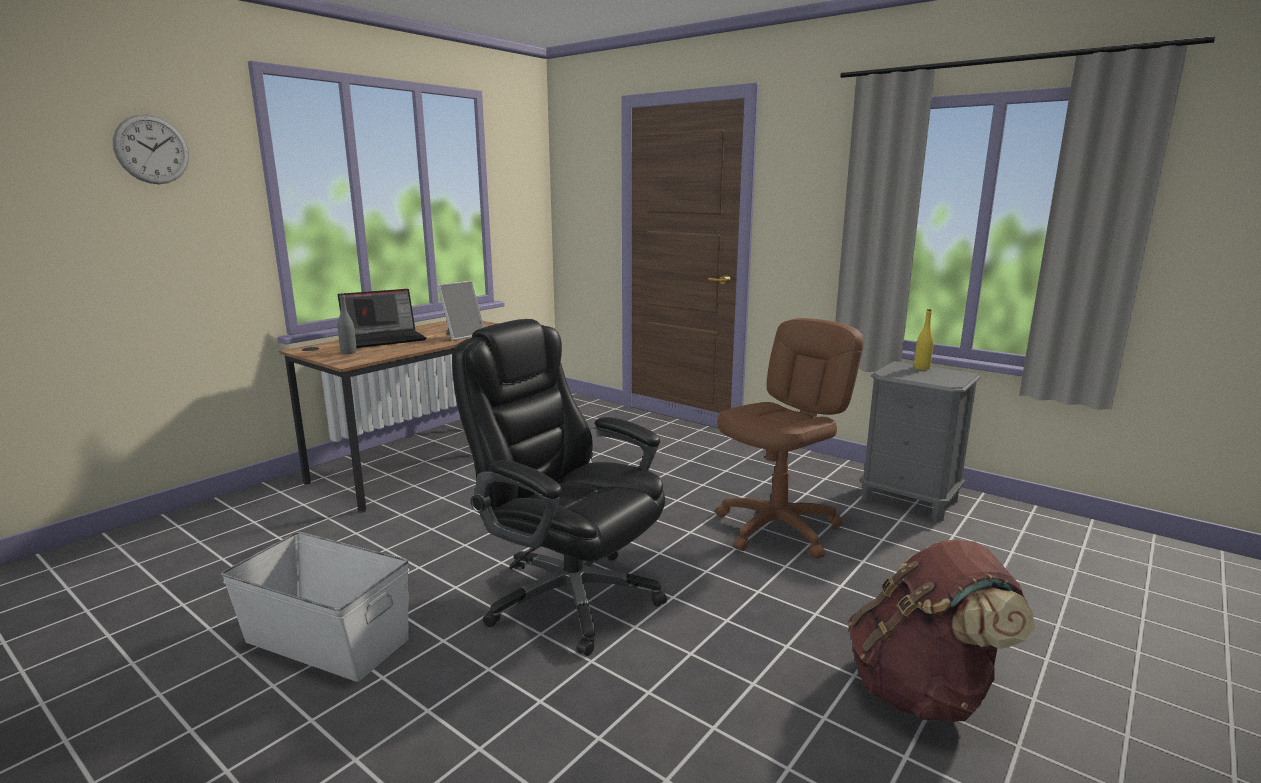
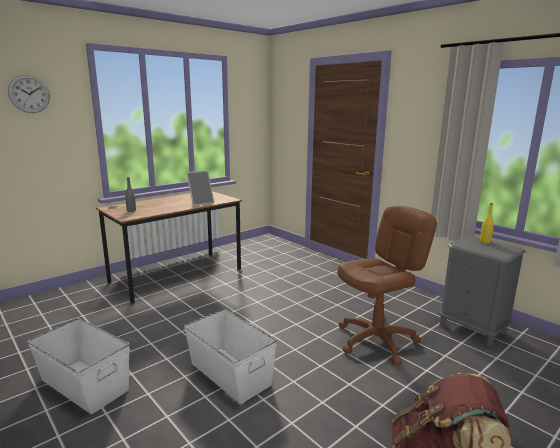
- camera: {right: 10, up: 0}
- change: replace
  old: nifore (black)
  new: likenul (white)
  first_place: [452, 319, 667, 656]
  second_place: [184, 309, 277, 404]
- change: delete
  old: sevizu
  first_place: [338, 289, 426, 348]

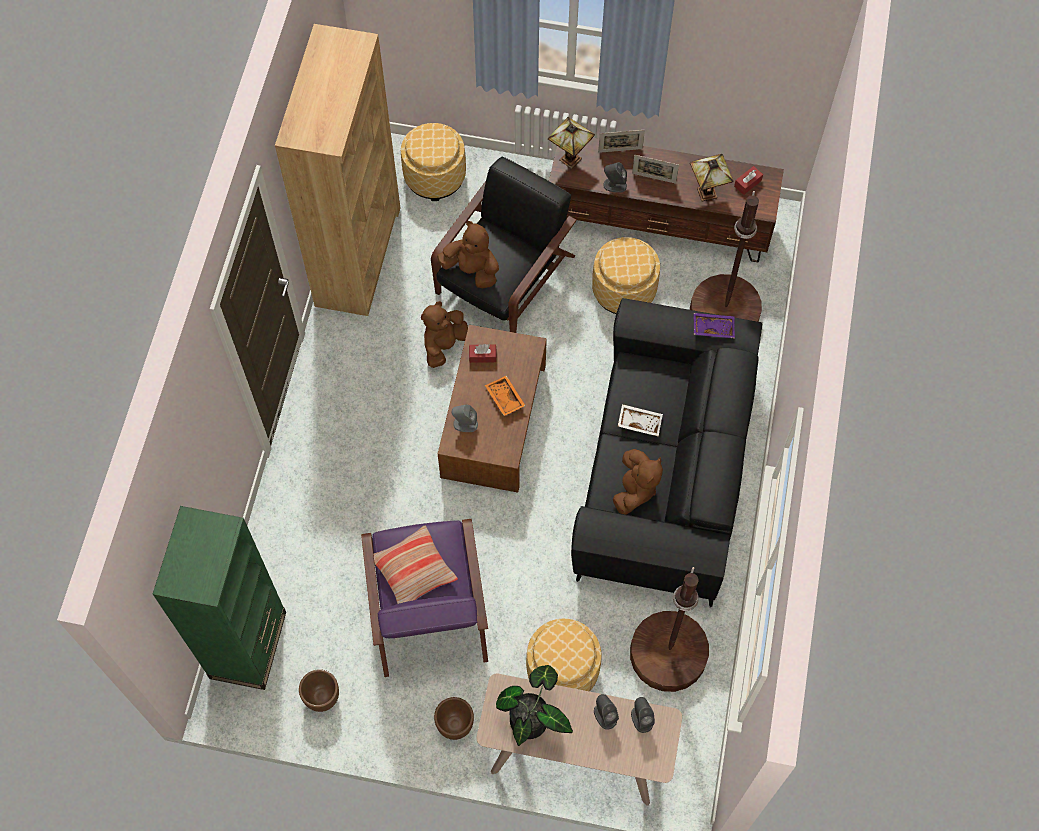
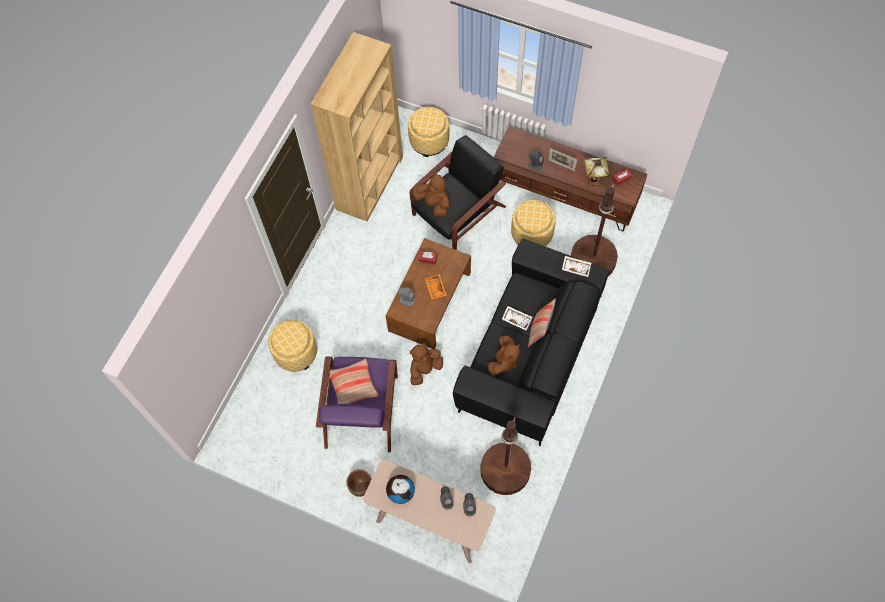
- camera: {right: 15, up: 0}
- change: move
  old: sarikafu
  first_place: [526, 619, 601, 692]
  second_place: [268, 319, 317, 372]
- change: replace
  old: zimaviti
  new: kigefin
  first_place: [496, 665, 573, 746]
  second_place: [386, 475, 415, 504]
- change: move
  old: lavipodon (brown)
  first_place: [421, 301, 468, 368]
  second_place: [410, 343, 443, 385]
- change: insert
  new: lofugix
  second_place: [528, 298, 556, 347]
- change: recolor
  old: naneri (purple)
  new: naneri (white)
  first_place: [694, 313, 735, 339]
  second_place: [562, 256, 591, 277]
- change: delete
  old: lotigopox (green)
  first_place: [152, 506, 286, 690]
- change: delete
  old: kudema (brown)
  first_place: [299, 669, 339, 712]
- change: delete
  old: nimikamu
  first_place: [548, 117, 595, 169]
- change: delete
  old: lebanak
  first_place: [598, 130, 645, 153]

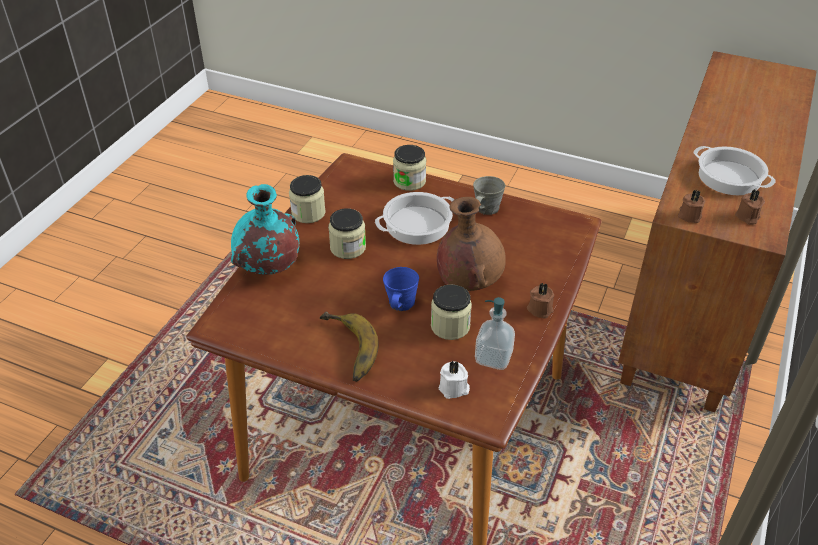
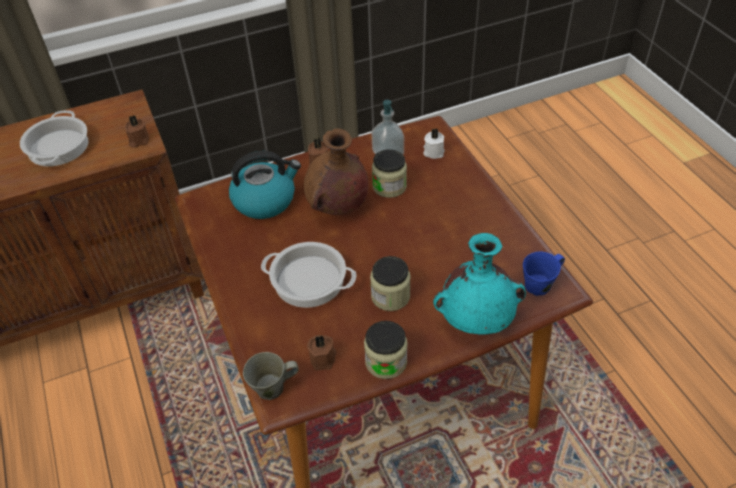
- camera: {right: -135, up: 5}
- change: insert
  new: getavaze
  second_place: [229, 151, 301, 219]
- change: move
  old: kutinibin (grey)
  first_place: [473, 176, 505, 215]
  second_place: [243, 352, 299, 400]
- change: move
  old: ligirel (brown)
  first_place: [735, 189, 765, 225]
  second_place: [307, 335, 337, 371]
- change: move
  old: kutinibin (blue)
  first_place: [383, 267, 419, 311]
  second_place: [523, 252, 565, 296]
- change: delete
  old: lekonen
  first_place: [320, 312, 379, 382]
- change: delete
  old: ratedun
  first_place: [393, 145, 426, 191]

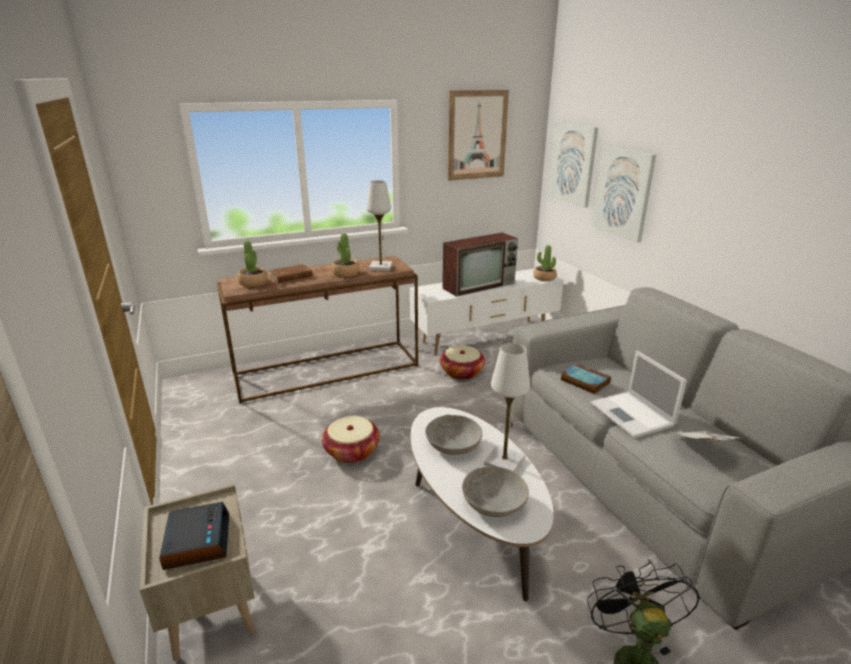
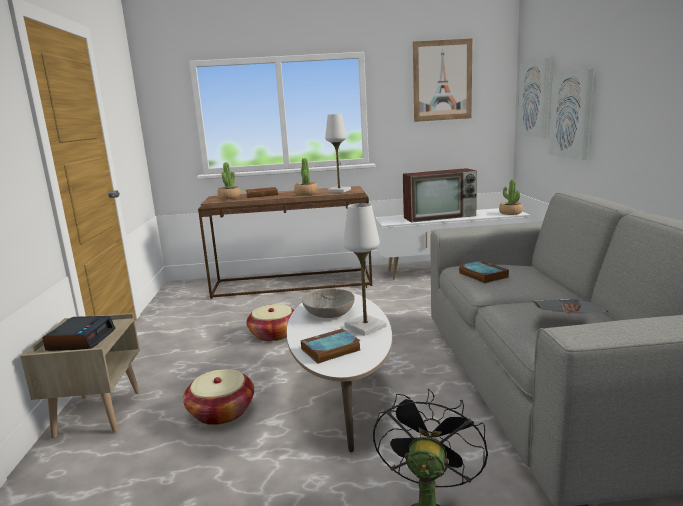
- camera: {right: 20, up: -10}
- change: move
  old: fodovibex
  first_place: [440, 345, 485, 380]
  second_place: [183, 369, 254, 425]
- change: replace
  old: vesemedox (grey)
  new: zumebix
  first_place: [462, 466, 529, 517]
  second_place: [301, 328, 361, 364]
- change: delete
  old: sevizu
  first_place: [590, 350, 687, 438]

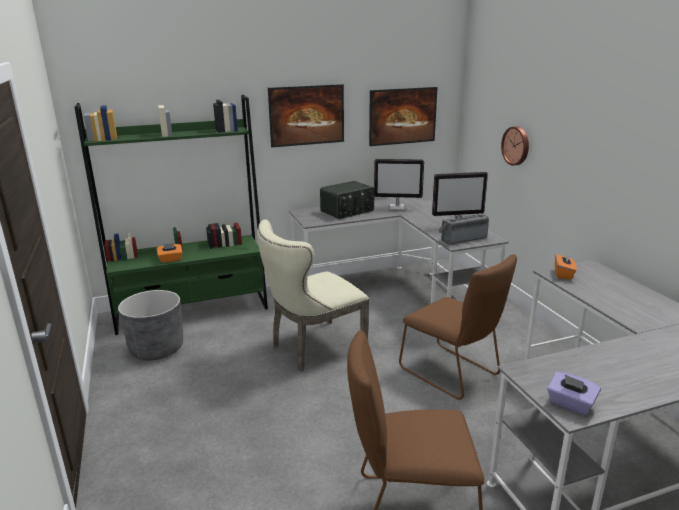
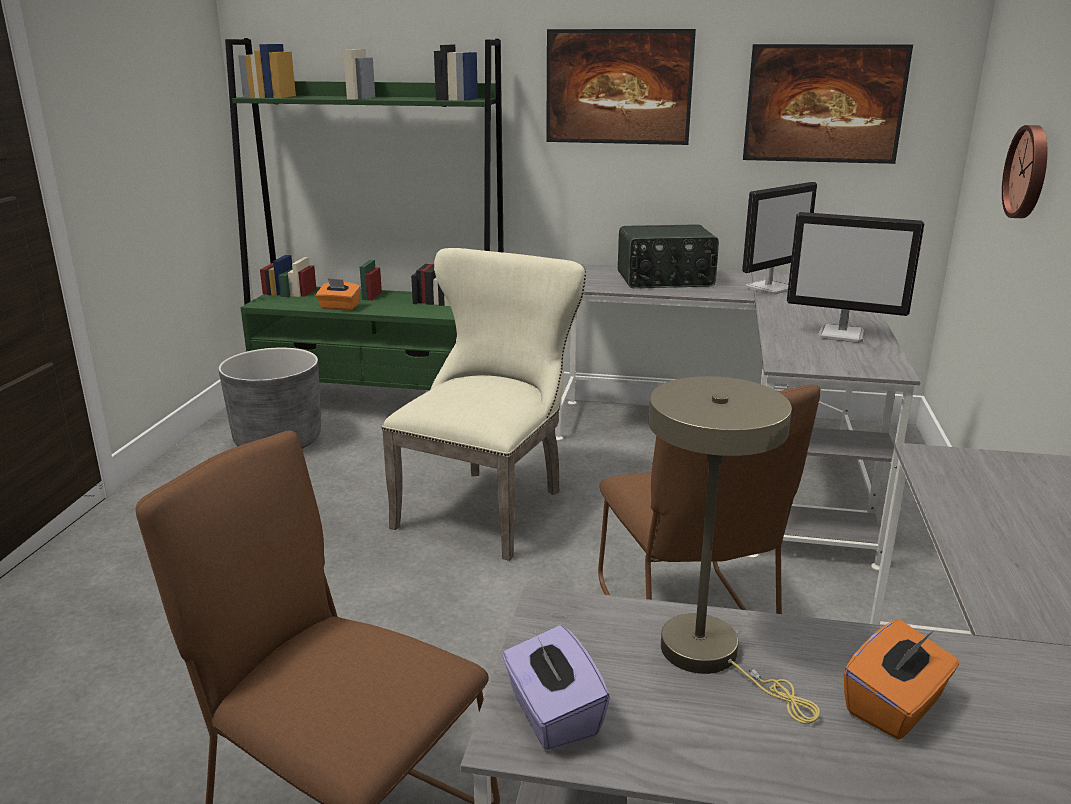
- camera: {right: 30, up: 0}
- change: rotate
  old: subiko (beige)
  first_place: [257, 219, 369, 371]
  second_place: [382, 248, 586, 561]
  degrees: 120
- change: insert
  new: nimikamu (beige)
  second_place: [649, 376, 820, 724]
- change: rotate
  old: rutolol
  first_place: [374, 159, 424, 210]
  second_place: [742, 182, 817, 294]
  degrees: -75
- change: move
  old: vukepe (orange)
  first_place: [555, 253, 577, 279]
  second_place: [843, 620, 959, 740]
- change: delete
  old: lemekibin
  first_place: [439, 213, 489, 245]

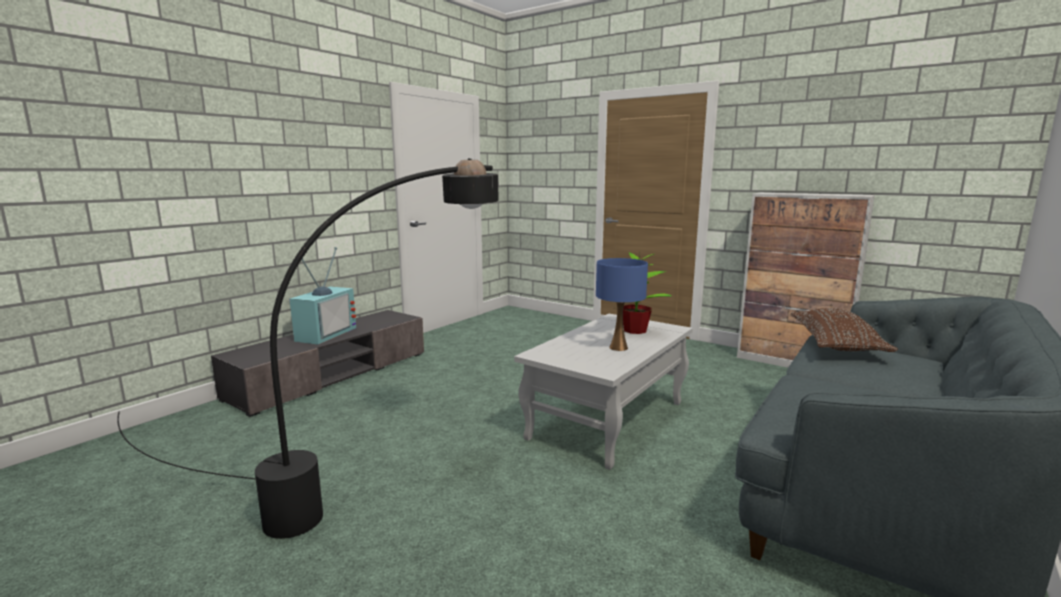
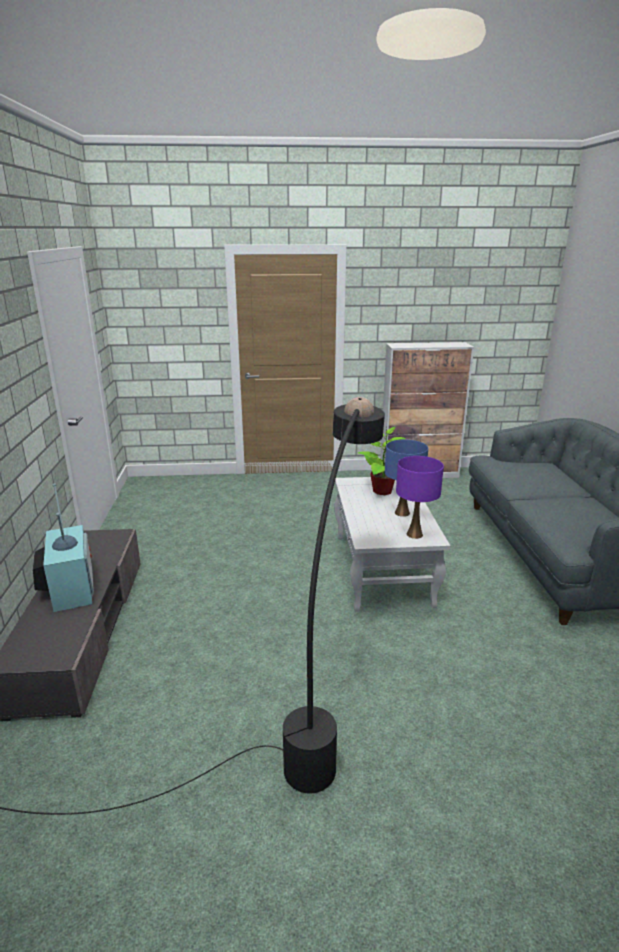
- camera: {right: -40, up: 10}
- change: insert
  new: nimikamu (purple)
  second_place: [396, 456, 444, 539]
- change: delete
  old: lofugix (brown)
  first_place: [791, 308, 898, 352]

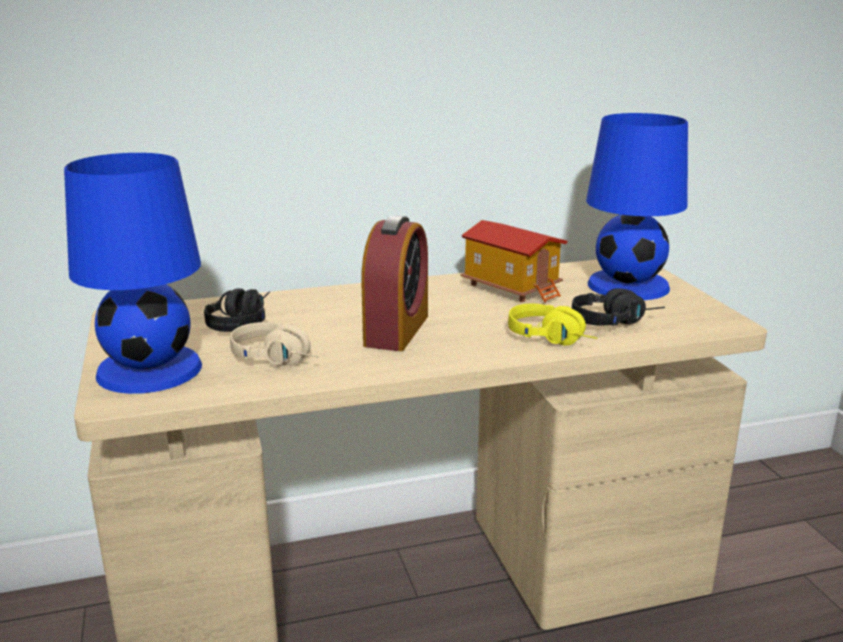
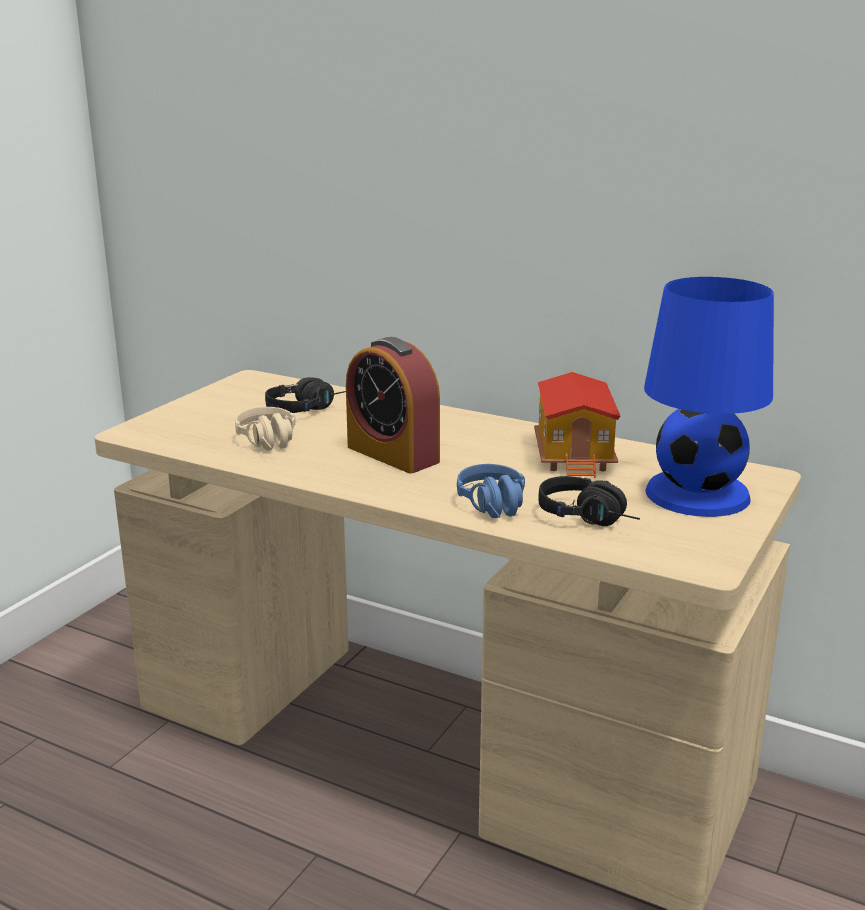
- camera: {right: 45, up: 0}
- change: rotate
  old: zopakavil
  first_place: [361, 215, 428, 351]
  second_place: [346, 337, 440, 473]
  degrees: 75
- change: recolor
  old: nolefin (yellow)
  new: nolefin (blue)
  first_place: [508, 303, 598, 346]
  second_place: [457, 464, 525, 518]
- change: delete
  old: nimikamu (blue)
  first_place: [64, 153, 202, 394]

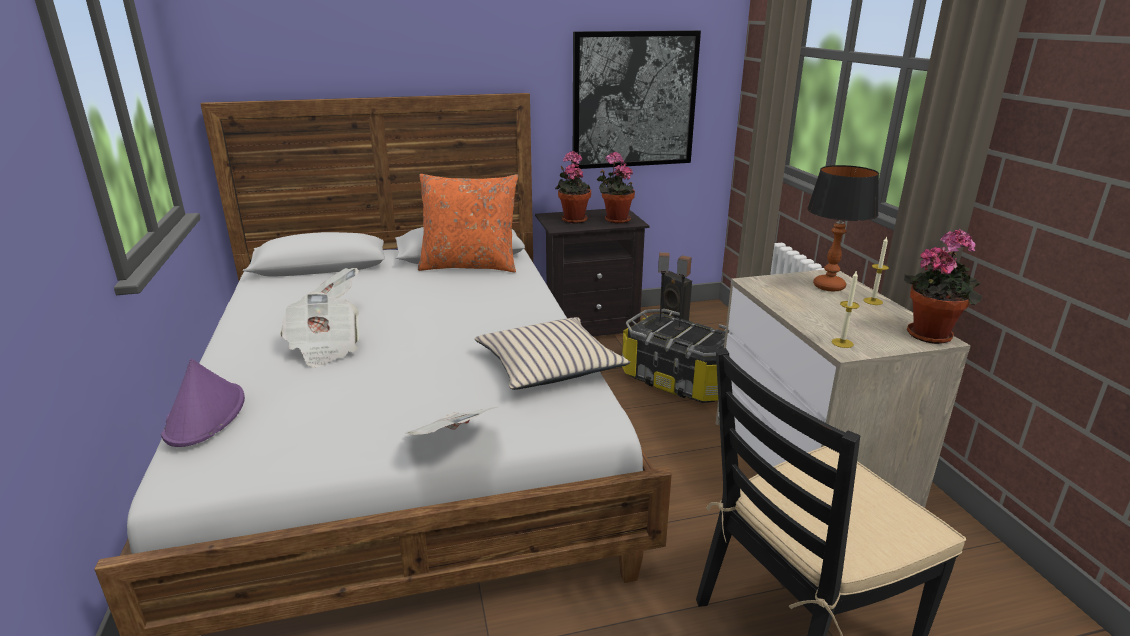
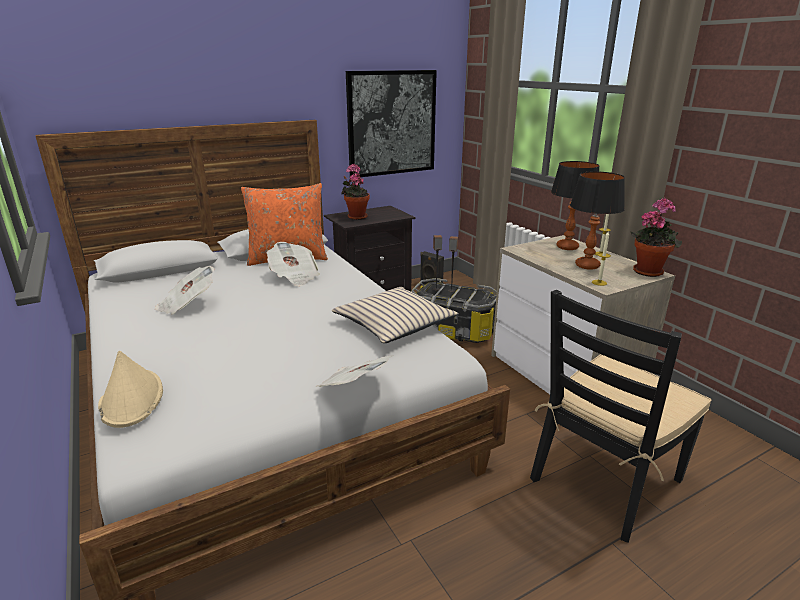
- camera: {right: -15, up: 0}
- change: recolor
  old: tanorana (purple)
  new: tanorana (beige)
  first_place: [161, 359, 245, 447]
  second_place: [98, 351, 163, 428]
- change: move
  old: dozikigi
  first_place: [280, 292, 359, 368]
  second_place: [267, 242, 320, 287]
- change: insert
  new: nimikamu
  second_place: [570, 171, 625, 270]
- change: delete
  old: zimaviti
  first_place: [597, 152, 635, 224]

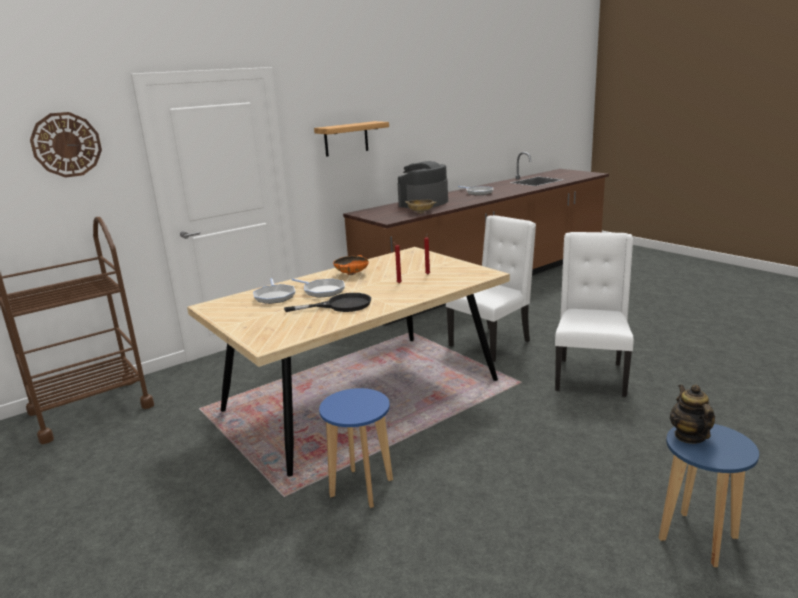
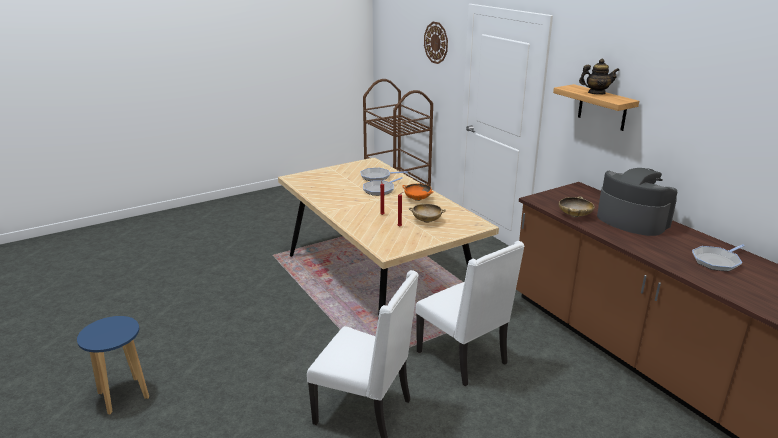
- camera: {right: 95, up: 5}
- change: insert
  new: vesemedox (beige)
  second_place: [409, 204, 446, 223]
- change: move
  old: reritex
  first_place: [670, 384, 715, 444]
  second_place: [579, 59, 619, 95]
- change: delete
  old: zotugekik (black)
  first_place: [284, 293, 371, 312]
- change: delete
  old: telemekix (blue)
  first_place: [319, 388, 393, 508]

